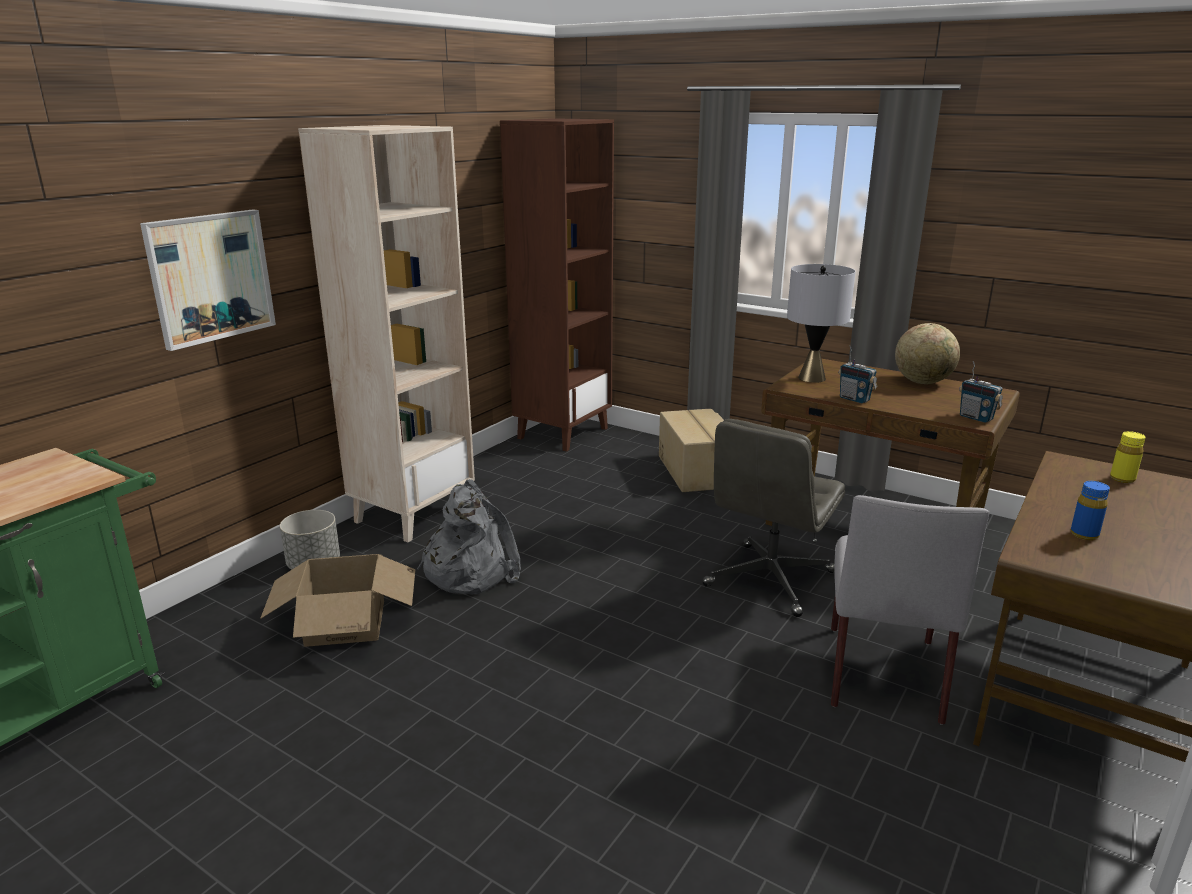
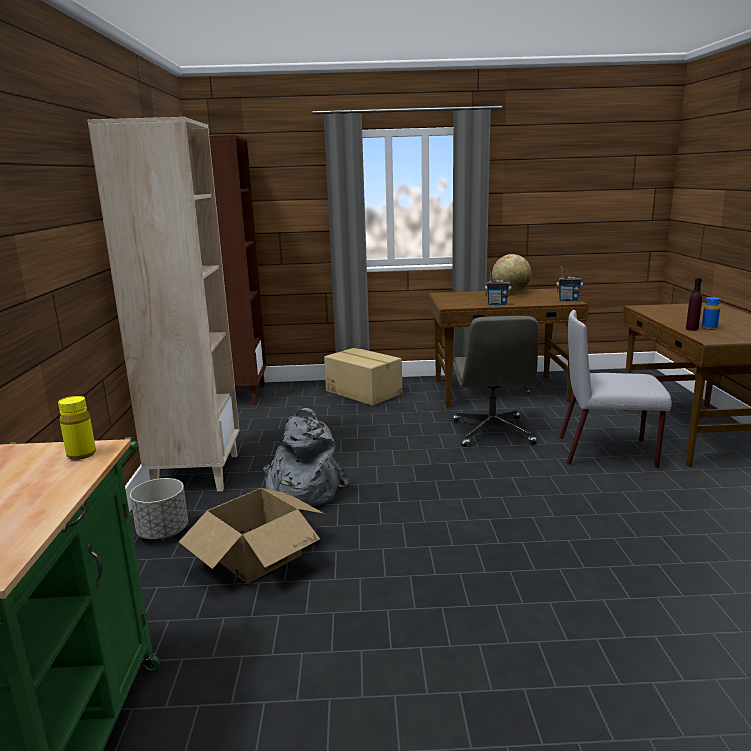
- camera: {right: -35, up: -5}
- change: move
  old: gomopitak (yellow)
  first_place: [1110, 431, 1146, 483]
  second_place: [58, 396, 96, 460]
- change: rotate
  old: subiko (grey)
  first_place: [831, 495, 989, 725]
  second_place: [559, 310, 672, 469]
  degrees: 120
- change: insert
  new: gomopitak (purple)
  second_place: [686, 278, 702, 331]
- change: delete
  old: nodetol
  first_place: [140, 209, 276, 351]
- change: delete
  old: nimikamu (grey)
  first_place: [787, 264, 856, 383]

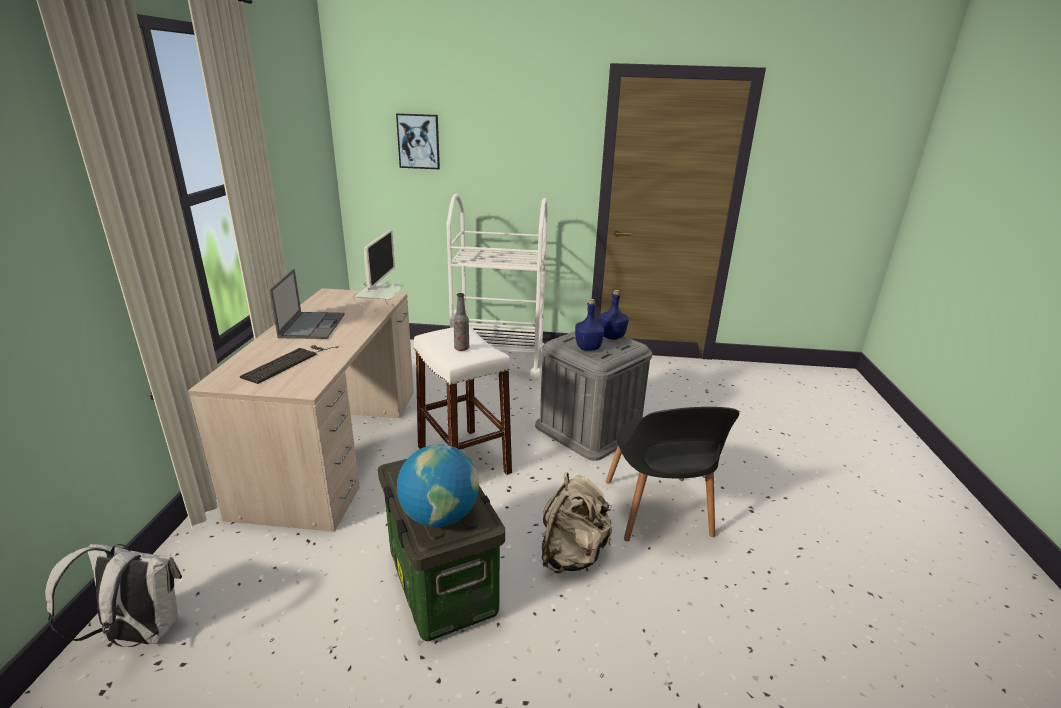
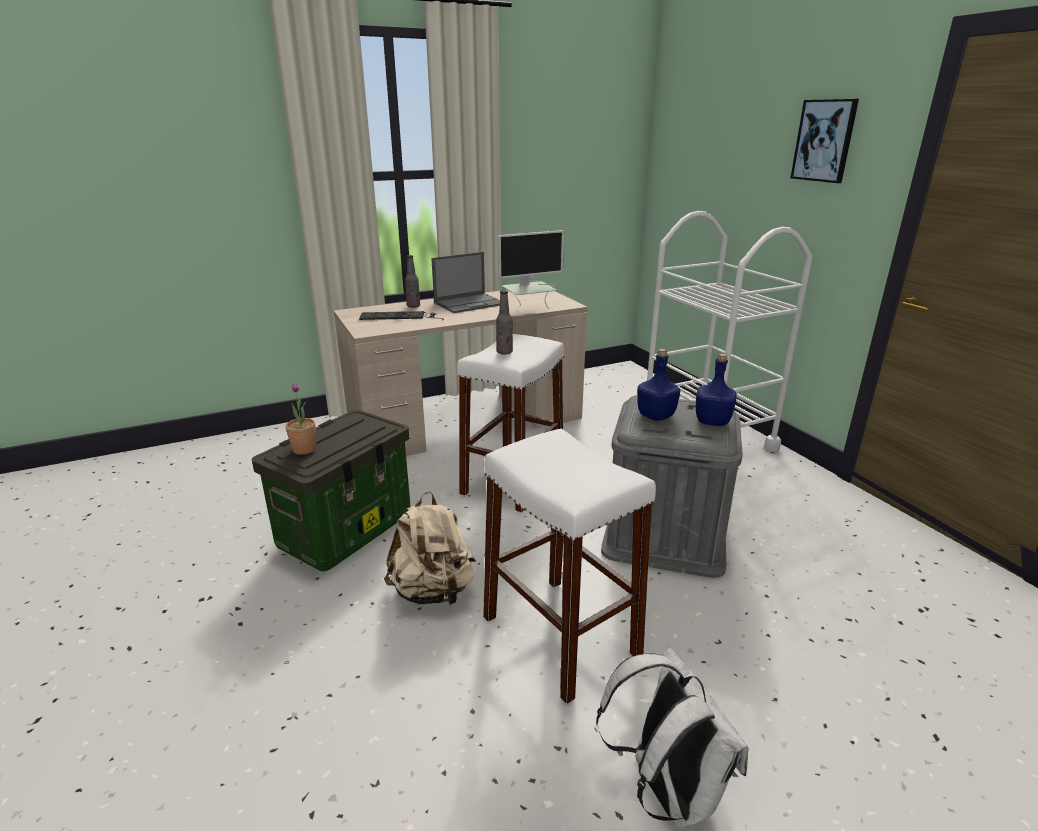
- camera: {right: 60, up: 0}
- change: replace
  old: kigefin
  new: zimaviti
  first_place: [397, 444, 479, 527]
  second_place: [285, 384, 316, 455]
- change: insert
  new: gomopitak
  second_place: [405, 255, 420, 308]
- change: replace
  old: subiko (black)
  new: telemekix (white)
  first_place: [606, 407, 739, 541]
  second_place: [483, 429, 656, 704]
- change: move
  old: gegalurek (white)
  first_place: [45, 544, 182, 647]
  second_place: [596, 648, 749, 828]
- change: move
  old: nodetol
  first_place: [396, 113, 440, 169]
  second_place: [790, 99, 859, 183]

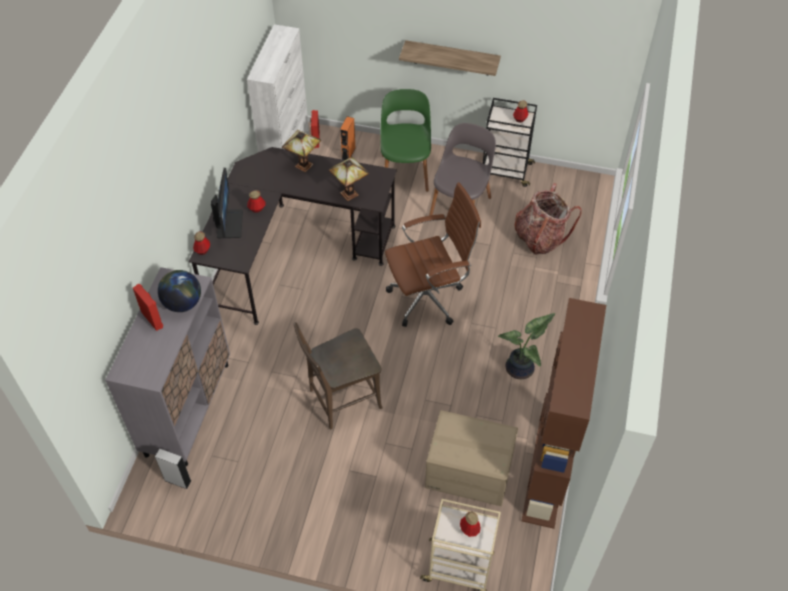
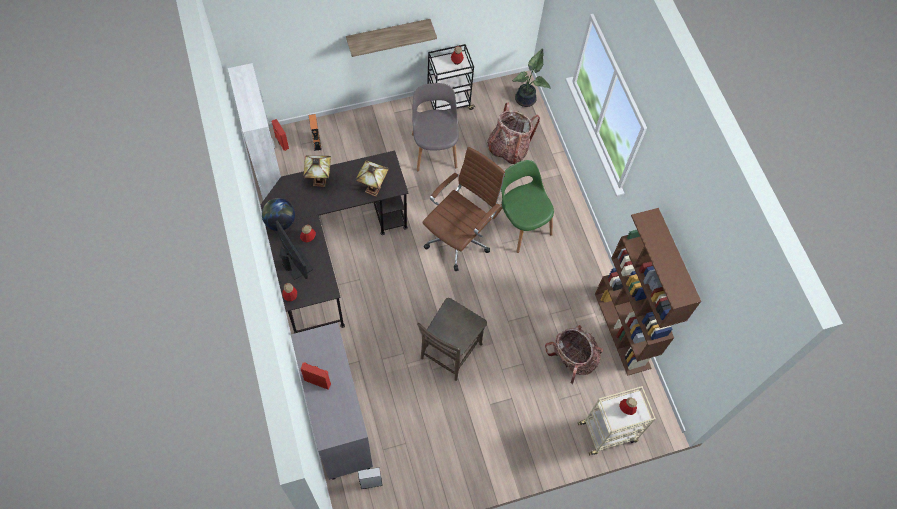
- camera: {right: -35, up: 10}
- change: move
  old: kigefin
  first_place: [158, 270, 201, 312]
  second_place: [262, 198, 295, 231]
- change: move
  old: subiko (green)
  first_place: [380, 89, 431, 192]
  second_place: [493, 160, 554, 253]
- change: move
  old: zimaviti
  first_place: [498, 313, 555, 379]
  second_place: [512, 48, 551, 107]
- change: replace
  old: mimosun
  new: gegalurek
  first_place: [425, 410, 518, 506]
  second_place: [545, 325, 603, 384]

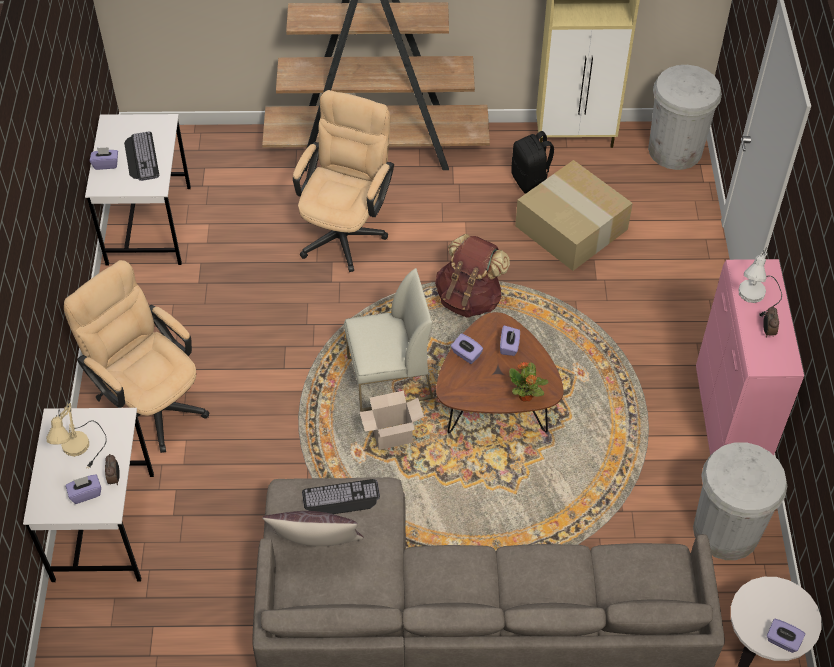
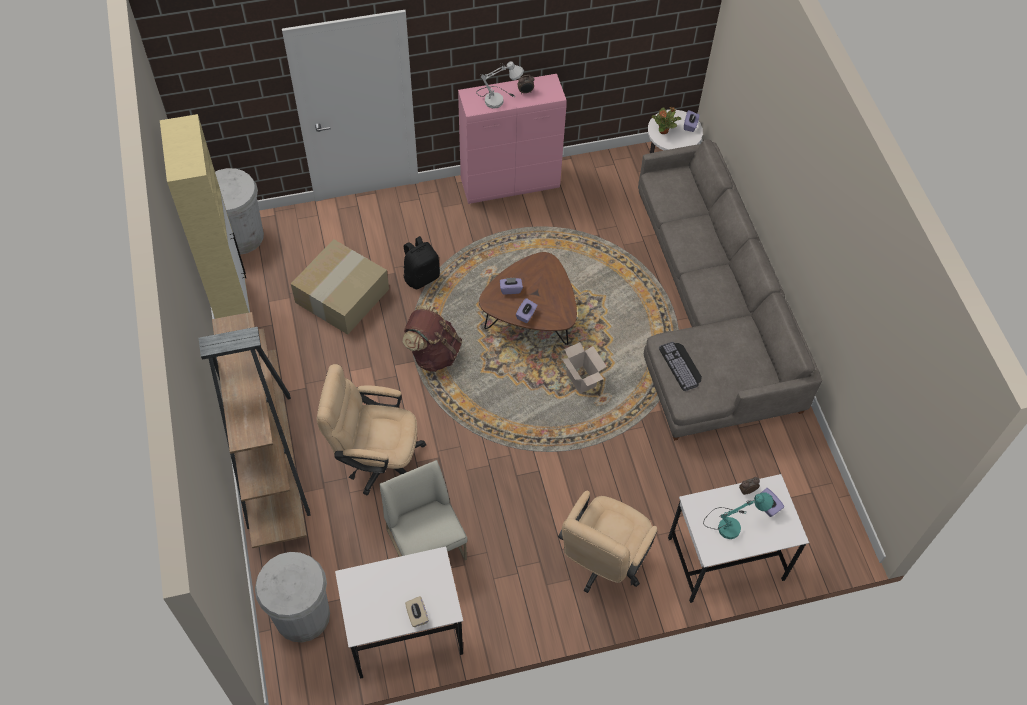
- camera: {right: -105, up: 5}
- change: move
  old: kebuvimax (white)
  first_place: [693, 442, 787, 560]
  second_place: [255, 552, 330, 642]
- change: move
  old: subiko (white)
  first_place: [344, 268, 433, 412]
  second_place: [380, 460, 467, 560]
- change: move
  old: gegalurek (black)
  first_place: [511, 131, 554, 194]
  second_place: [404, 236, 440, 289]
- change: recolor
  old: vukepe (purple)
  new: vukepe (beige)
  first_place: [90, 147, 118, 170]
  second_place: [405, 596, 429, 627]
- change: move
  old: zimaviti
  first_place: [509, 362, 549, 401]
  second_place: [652, 107, 682, 134]
- change: recolor
  old: nimikamu (beige)
  new: nimikamu (turquoise)
  first_place: [46, 401, 107, 469]
  second_place: [703, 492, 774, 539]
- change: delete
  old: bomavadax
  first_place: [124, 131, 159, 181]
- change: delete
  old: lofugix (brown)
  first_place: [262, 511, 364, 546]

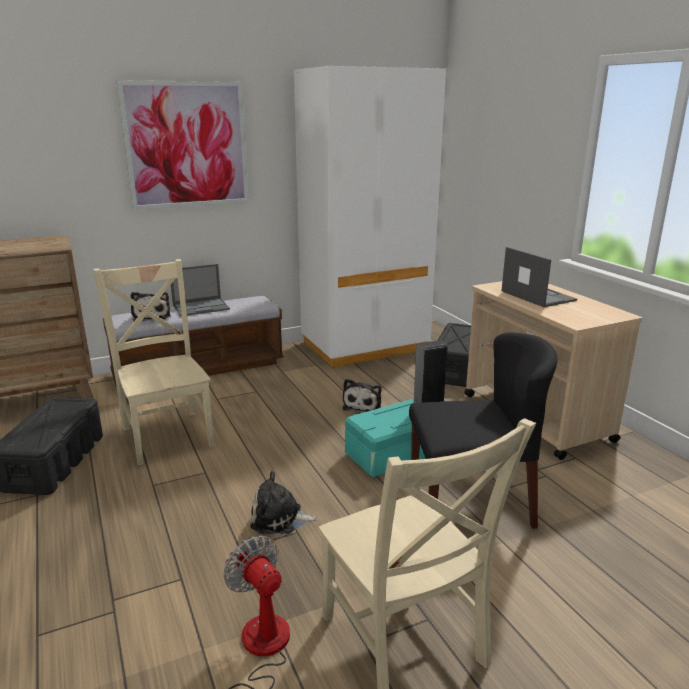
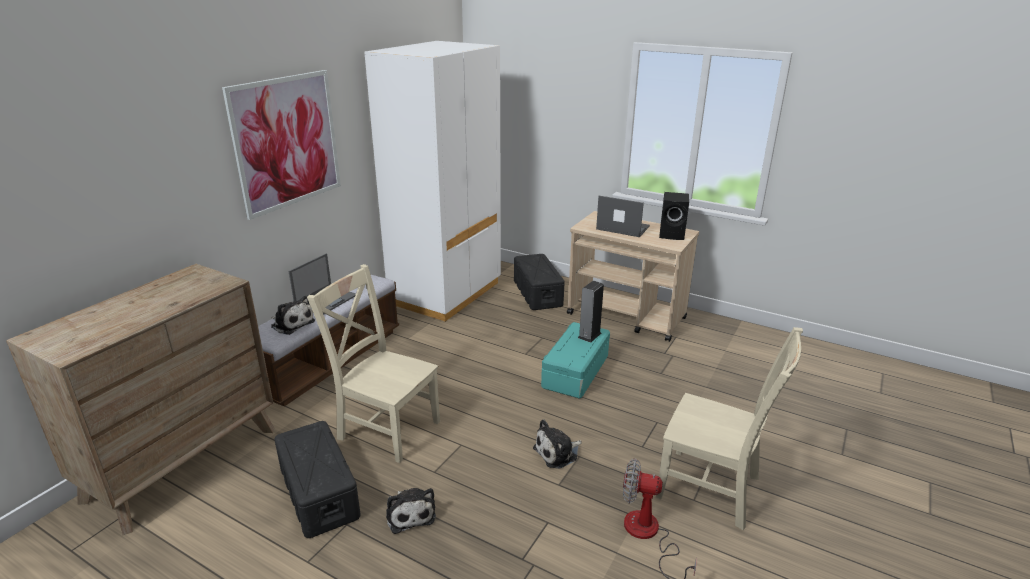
- camera: {right: -35, up: 5}
- change: move
  old: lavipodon
  first_place: [343, 379, 381, 412]
  second_place: [386, 488, 436, 534]
- change: insert
  new: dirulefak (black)
  second_place: [659, 192, 689, 240]
- change: delete
  old: subiko (black)
  first_place: [409, 332, 557, 529]

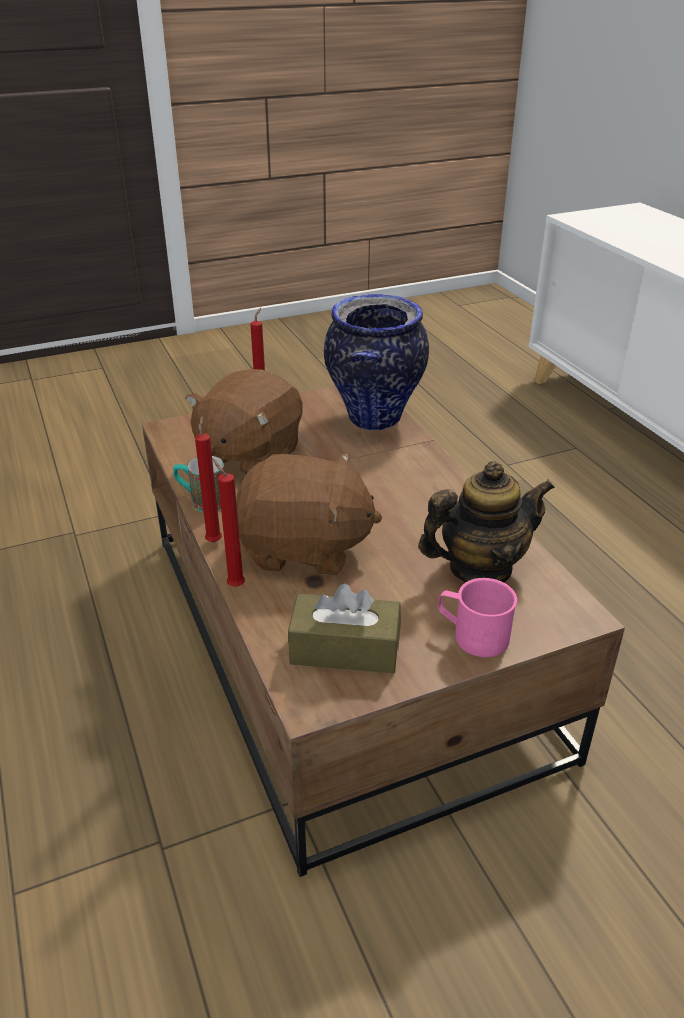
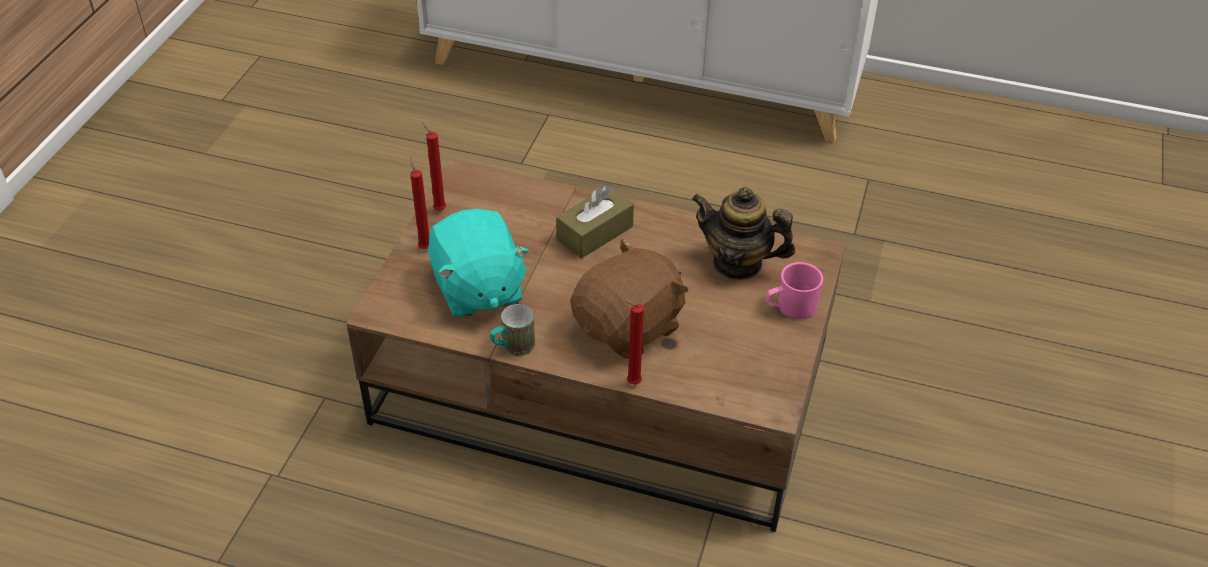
- camera: {right: -50, up: 10}
- change: move
  old: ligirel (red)
  first_place: [195, 417, 222, 542]
  second_place: [422, 122, 446, 210]
- change: recolor
  old: lavipodon (brown)
  new: lavipodon (turquoise)
  first_place: [185, 369, 302, 476]
  second_place: [428, 209, 530, 318]
- change: move
  old: vukepe (brown)
  first_place: [288, 584, 401, 673]
  second_place: [556, 186, 634, 259]
- change: rotate
  old: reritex
  first_place: [418, 461, 555, 583]
  second_place: [692, 187, 795, 280]
  degrees: -90
- change: delete
  old: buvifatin
  first_place: [324, 294, 429, 430]

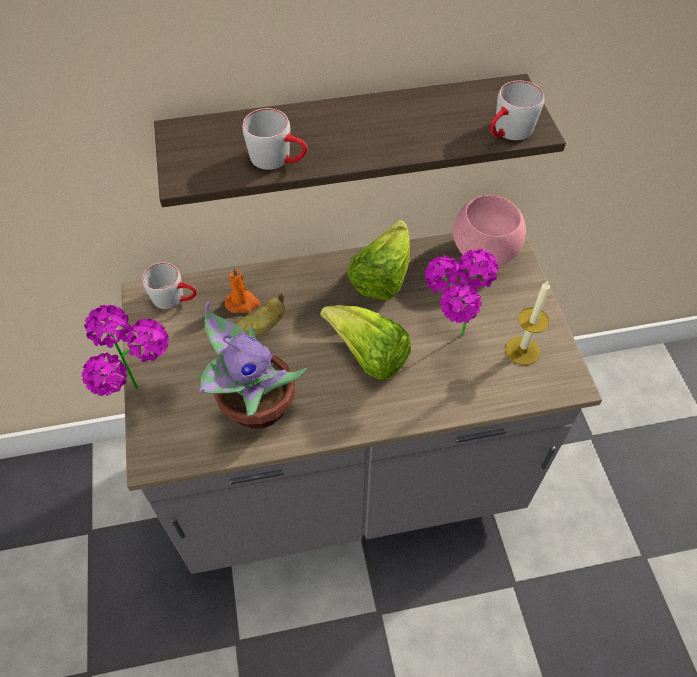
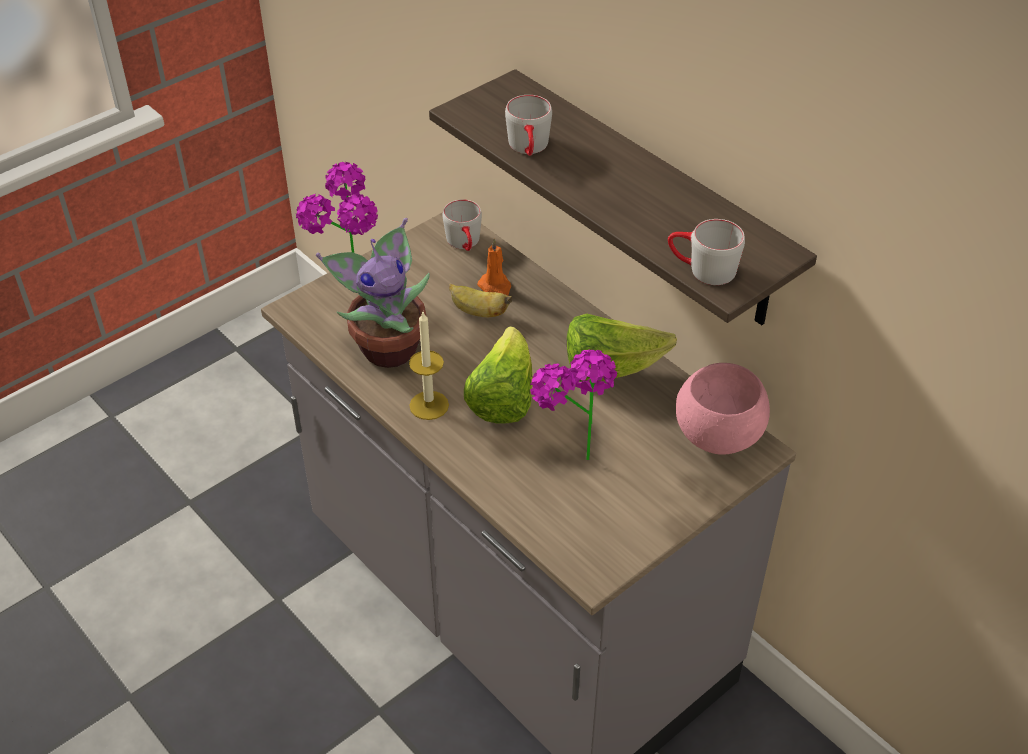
- camera: {right: 60, up: -10}
- change: move
  old: ligirel
  first_place: [505, 281, 550, 365]
  second_place: [409, 312, 449, 420]

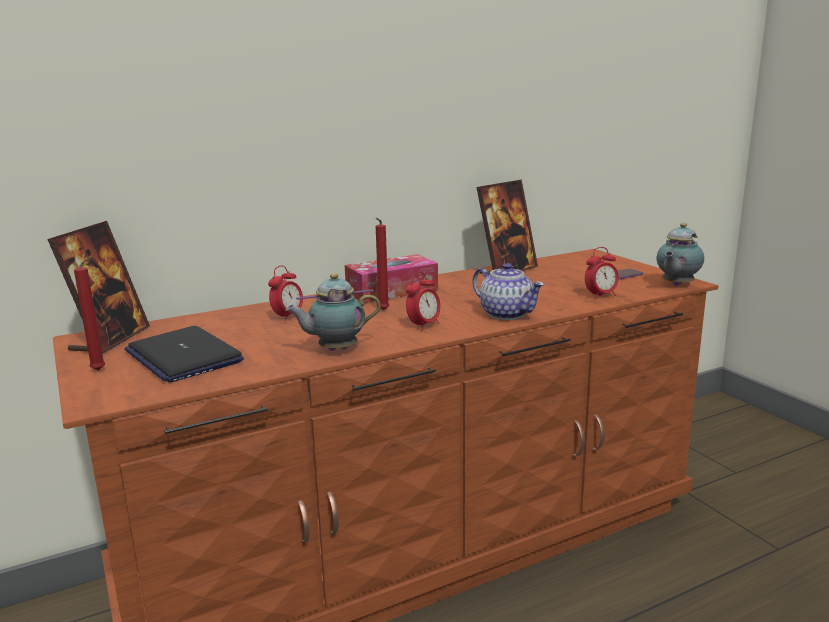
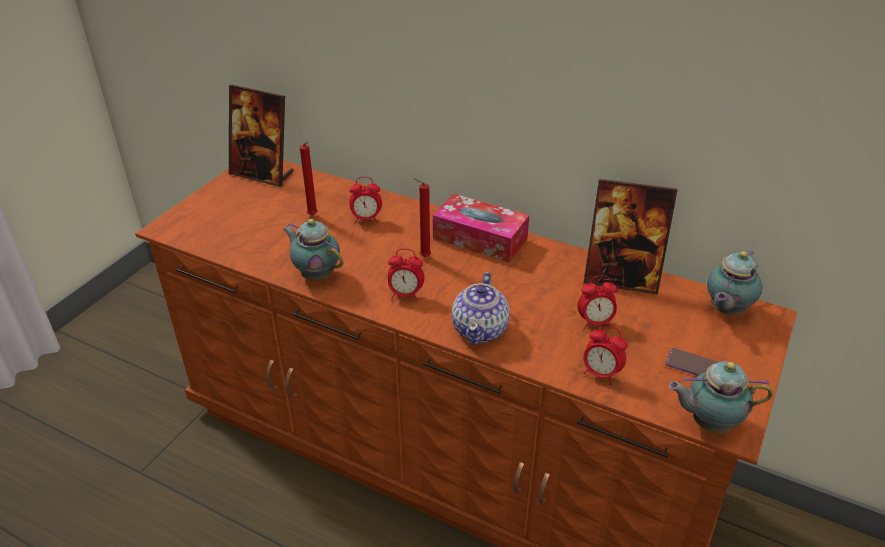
- camera: {right: 55, up: 20}
- change: rotate
  old: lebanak
  first_place: [47, 221, 150, 354]
  second_place: [229, 85, 294, 187]
  degrees: 45
- change: move
  old: ligirel (red)
  first_place: [74, 256, 105, 371]
  second_place: [300, 142, 318, 215]
- change: insert
  new: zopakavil
  second_place: [577, 275, 618, 329]
- change: insert
  new: reritex
  second_place: [707, 251, 762, 315]
- change: delete
  old: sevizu
  first_place: [124, 326, 244, 383]

